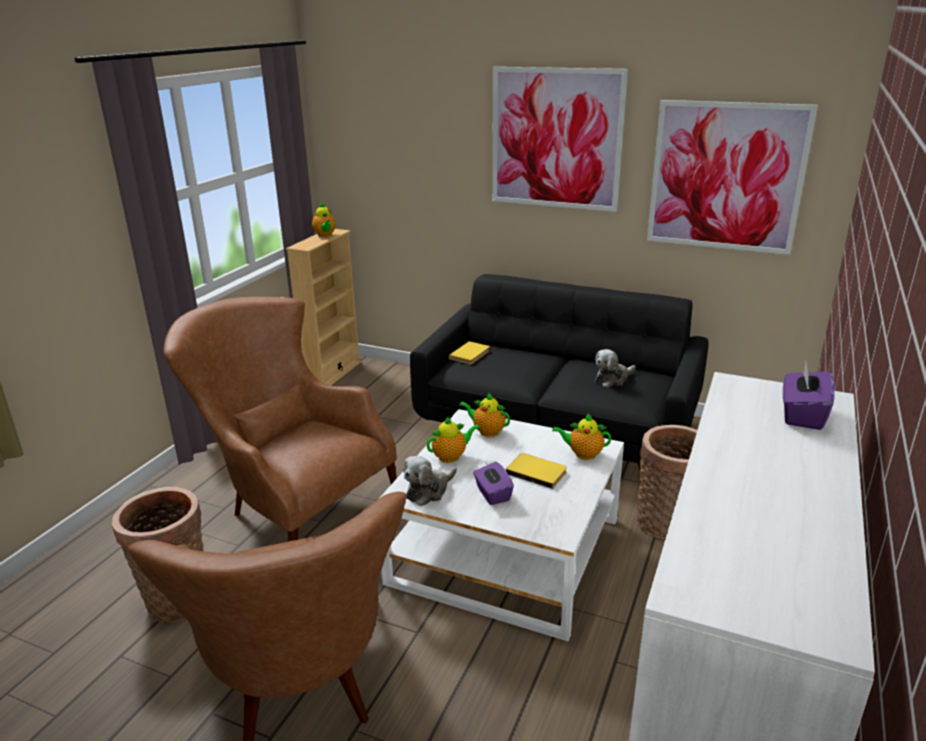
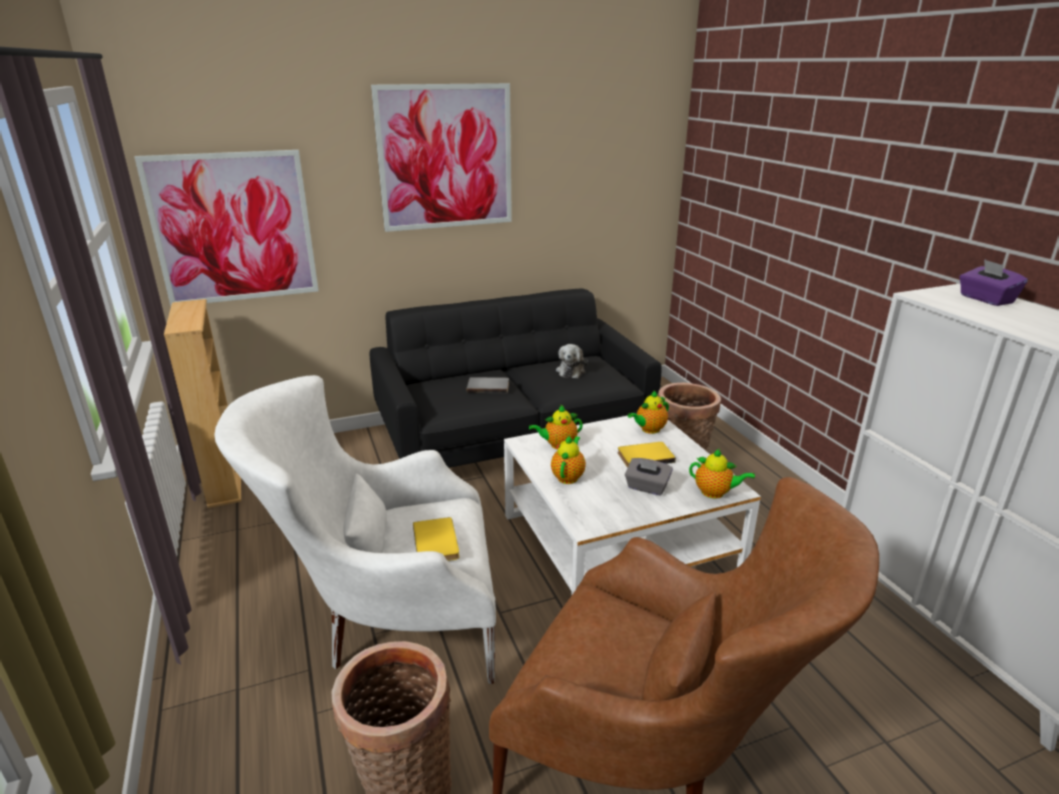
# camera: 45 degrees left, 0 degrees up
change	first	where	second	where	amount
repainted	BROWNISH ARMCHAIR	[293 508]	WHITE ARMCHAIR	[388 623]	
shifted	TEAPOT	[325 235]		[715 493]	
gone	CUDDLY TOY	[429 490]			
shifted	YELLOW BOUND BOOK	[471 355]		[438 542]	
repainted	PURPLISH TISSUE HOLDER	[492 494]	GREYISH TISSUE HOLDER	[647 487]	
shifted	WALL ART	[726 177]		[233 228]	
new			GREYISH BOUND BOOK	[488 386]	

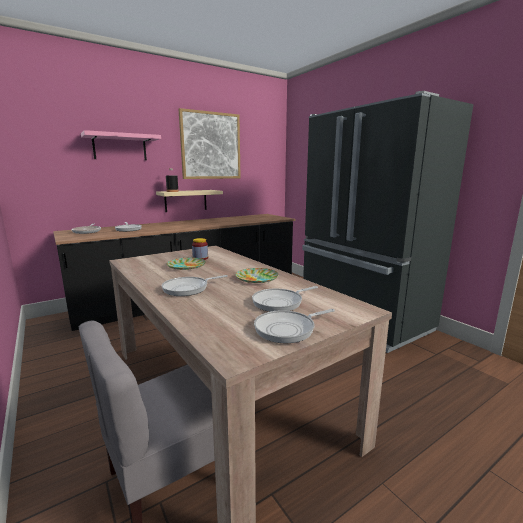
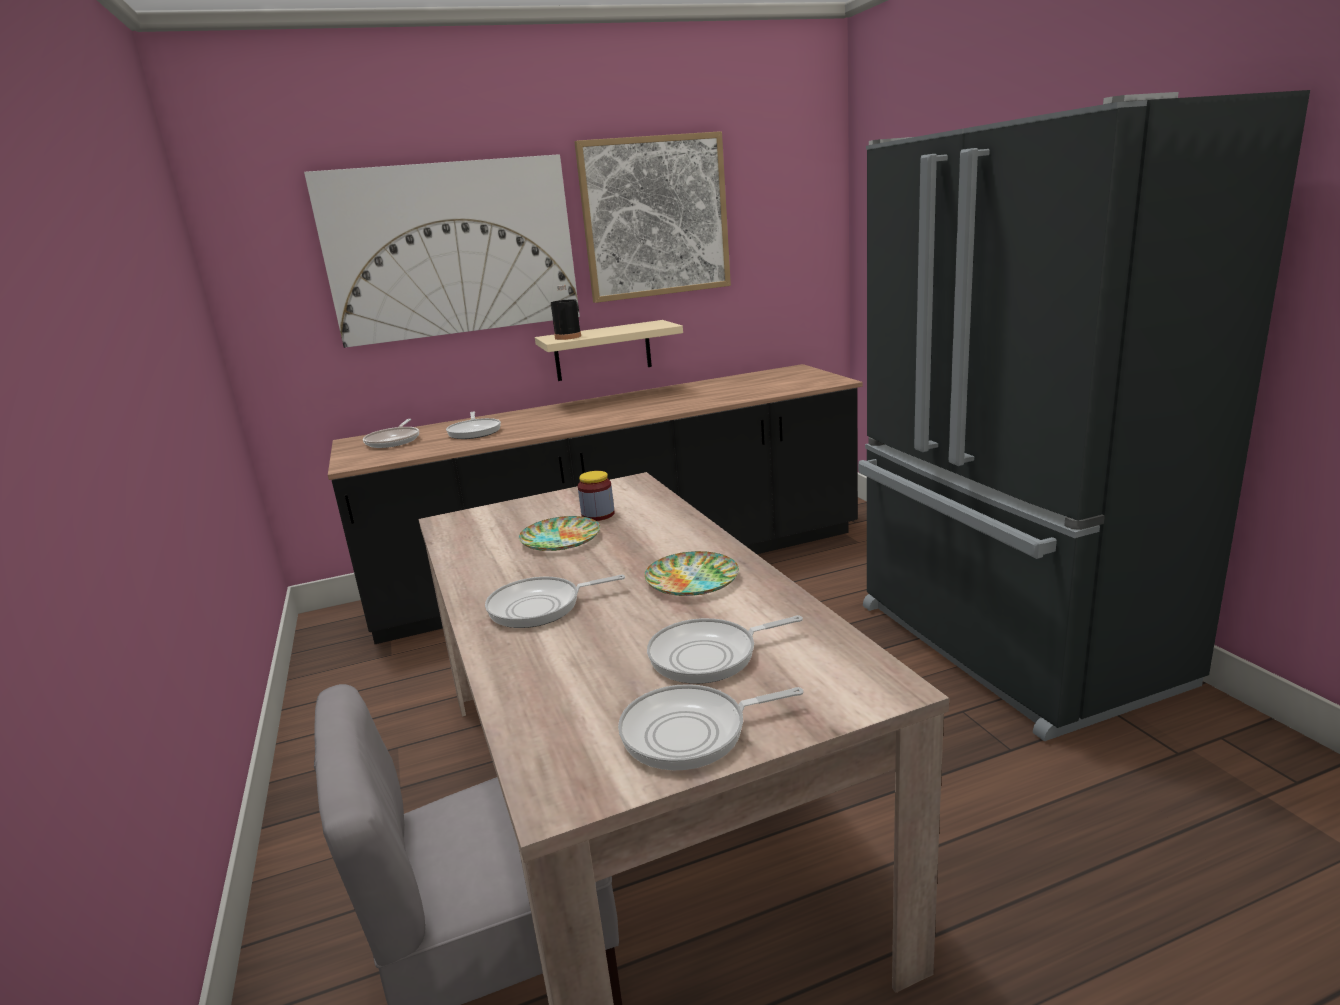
# camera: 15 degrees right, 5 degrees up
change	first	where	second	where	amount
swapped	PINKISH WALL SHELF	[120 147]	WALL ART	[452 249]	

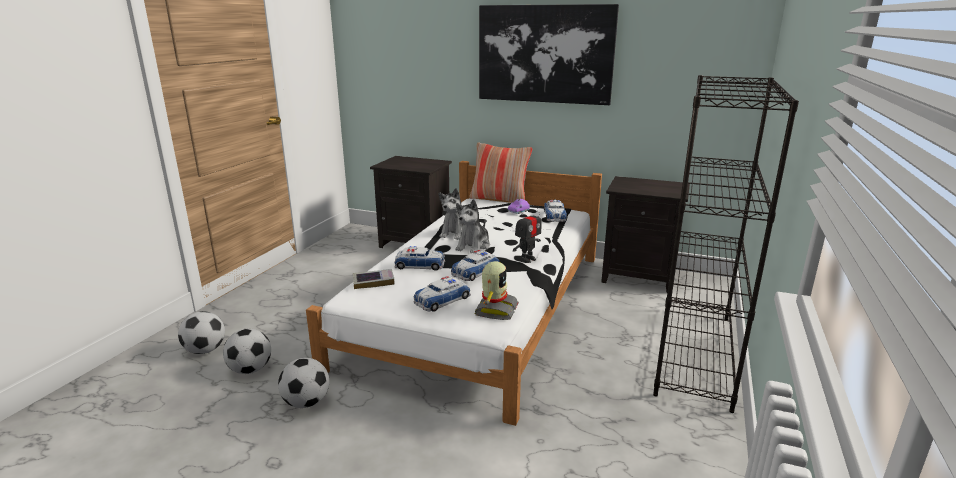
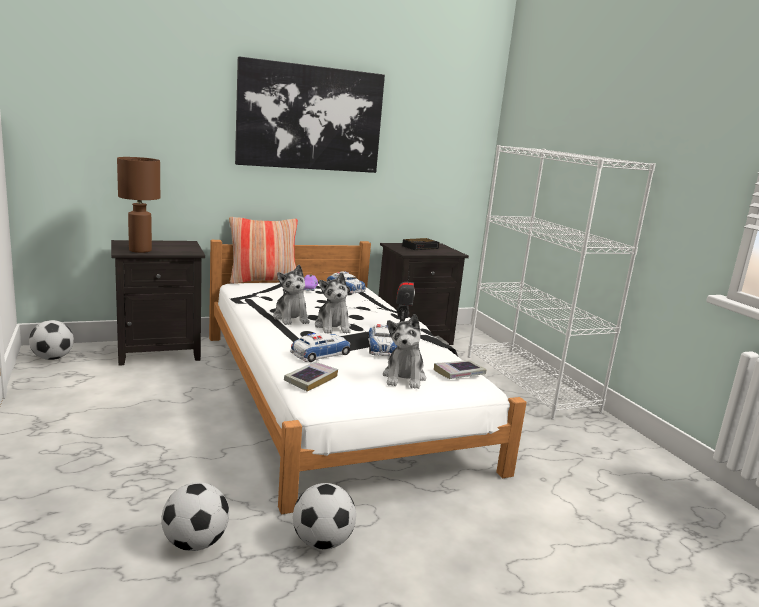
# camera: 45 degrees left, 5 degrees down
change	first	where	second	where	amount
shifted	FOOTBALL	[205 350]		[52 358]	
swapped	MODEL CAR	[442 300]	CUDDLY TOY	[404 377]	
swapped	TOY ROBOT	[495 310]	BOUND BOOK	[459 373]	
repainted	BLACKISH SHELVING UNIT	[695 353]	WHITE SHELVING UNIT	[530 383]	
new			BROWNISH LAMP FOR A TABLE	[140 250]	
new			TABLE CLOCK	[421 247]	

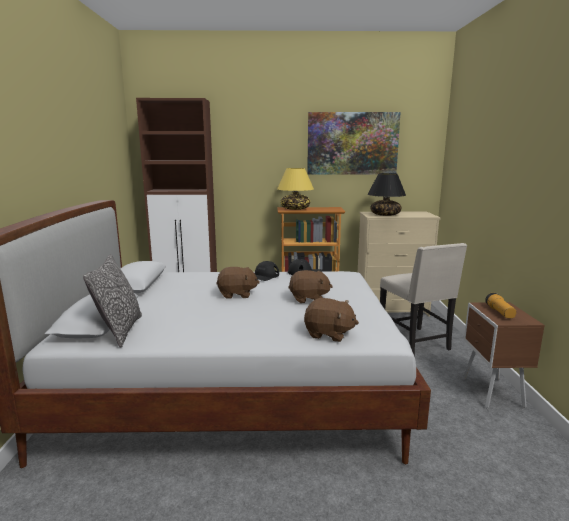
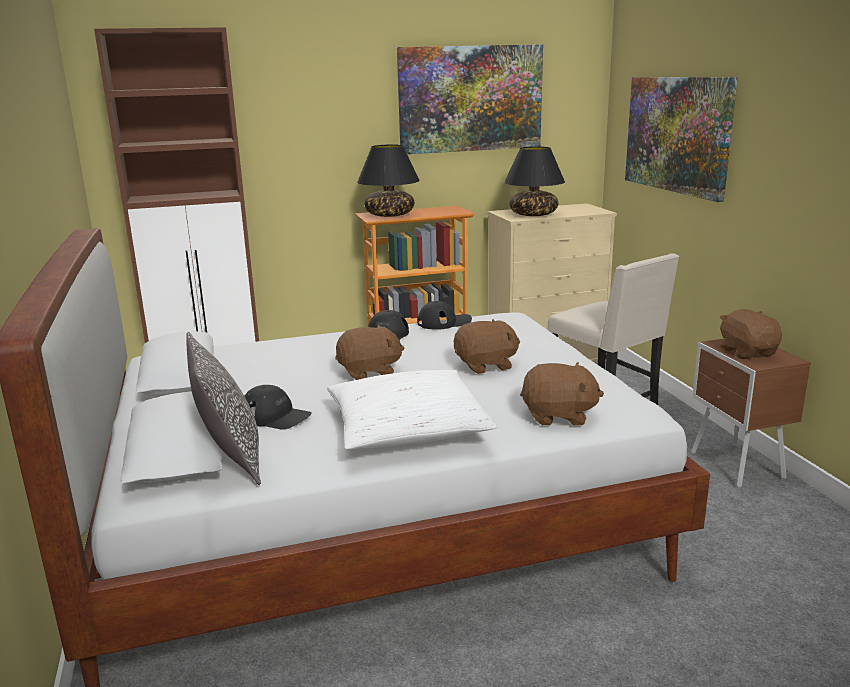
# camera: 15 degrees left, 5 degrees up
change	first	where	second	where	amount
repainted	YELLOW LAMP FOR A TABLE	[295 209]	BLACKISH LAMP FOR A TABLE	[389 215]	
swapped	FLASHLIGHT	[500 313]	BROWNISH CUDDLY TOY	[747 352]	
new			BLACKISH PEAKED CAP	[275 416]	
new			WHITE CUSHION	[407 428]	
new			WALL ART	[677 134]	

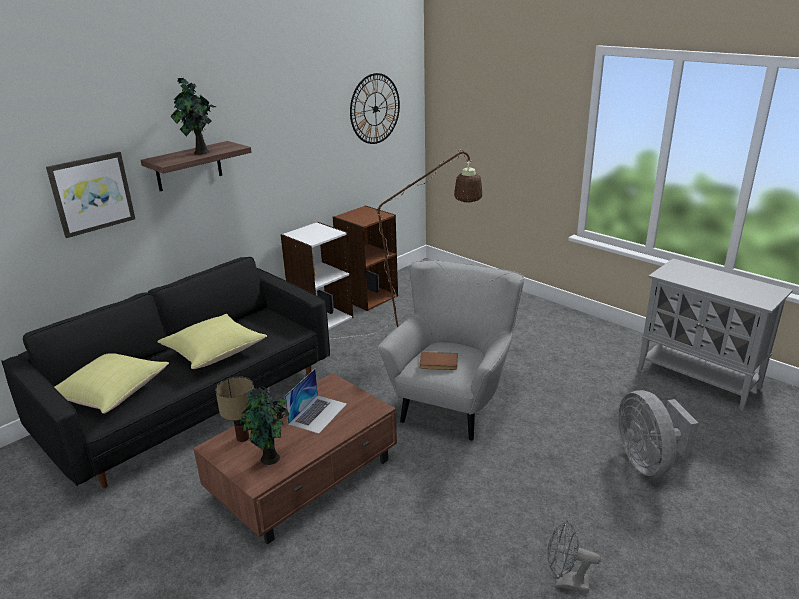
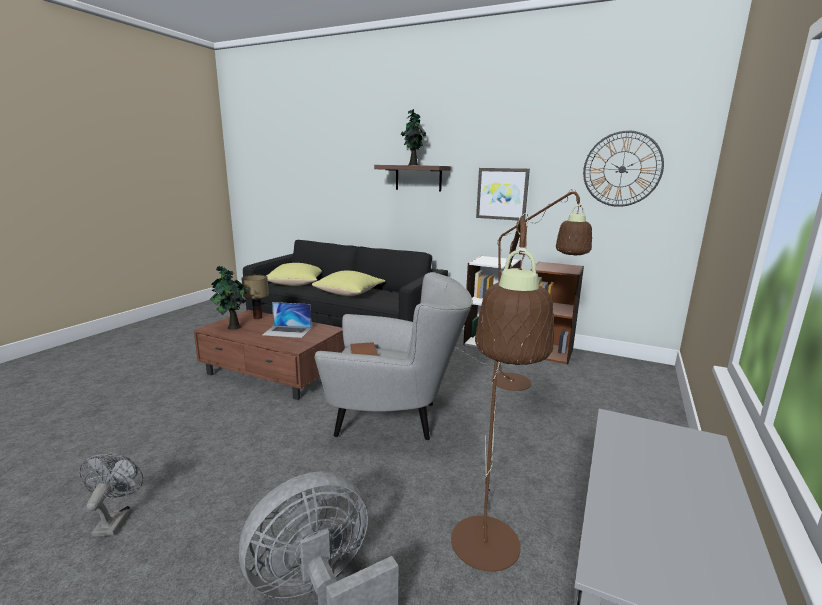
# camera: 70 degrees right, 10 degrees down
change	first	where	second	where	amount
shifted	WALL ART	[92 193]		[502 194]	
new			BROWNISH STANDARD LAMP	[486 557]	

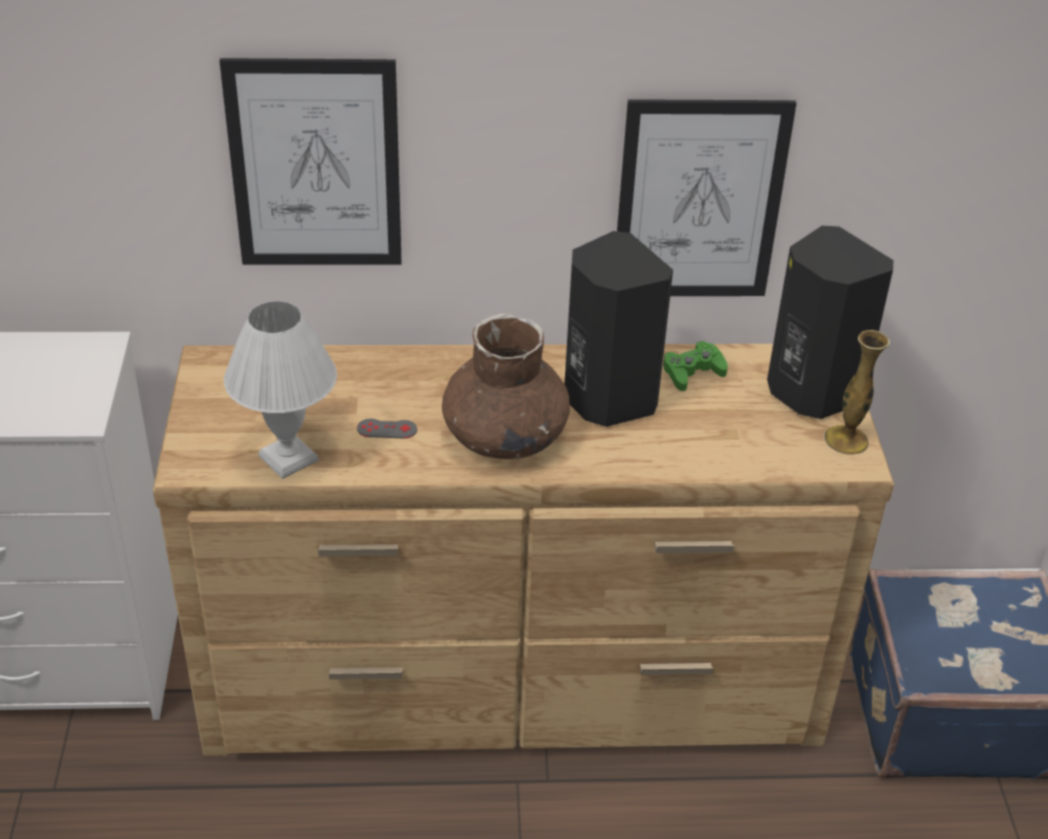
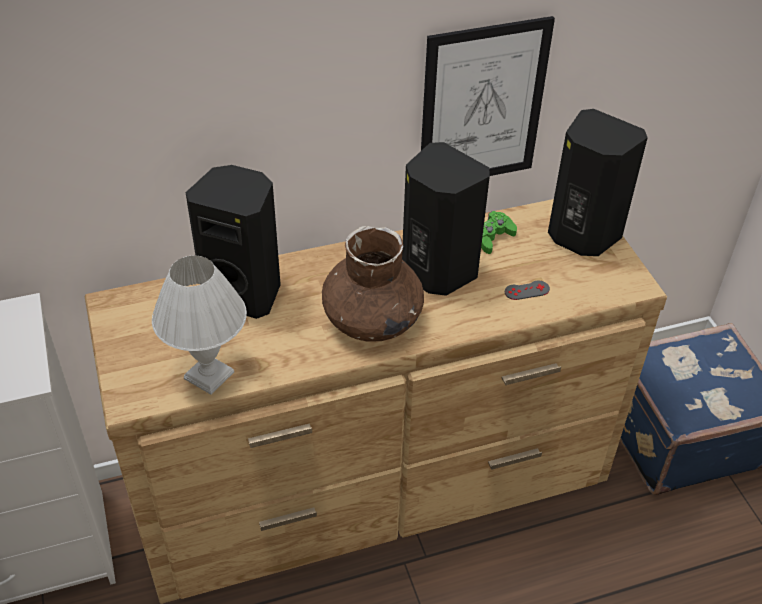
# camera: 15 degrees left, 5 degrees up
change	first	where	second	where	amount
gone	WALL ART	[315 165]			
shifted	GREYISH JOYPAD	[387 429]		[527 290]	
gone	VASE	[846 440]			
new			BLACKISH LOUDSPEAKER	[244 293]	

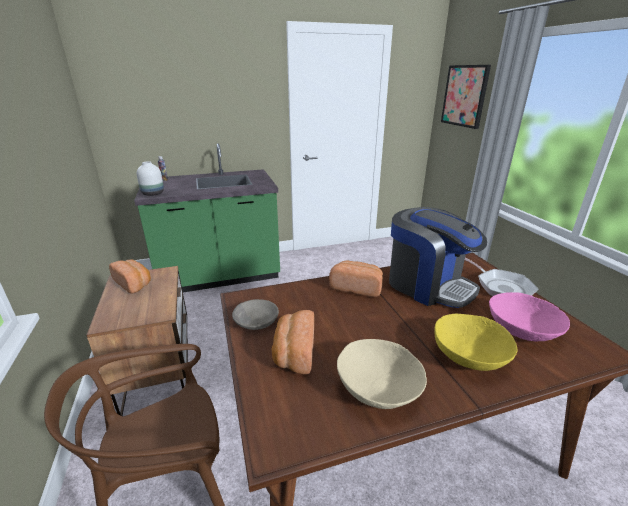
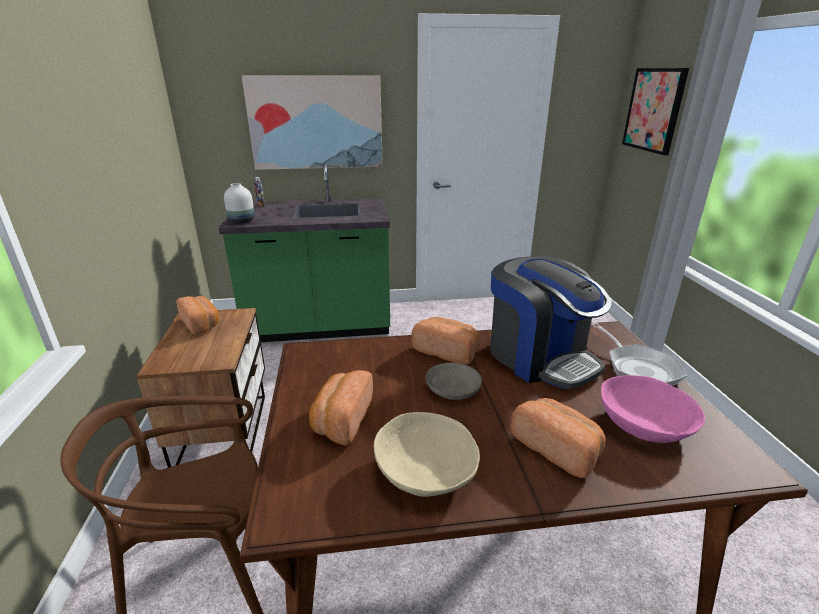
# camera: 10 degrees right, 0 degrees up
change	first	where	second	where	amount
shifted	GREYISH DEEP DISH	[255 320]		[452 388]	
swapped	YELLOW DEEP DISH	[469 355]	BAKERY BREAD	[557 448]	
new			WALL ART	[316 123]	

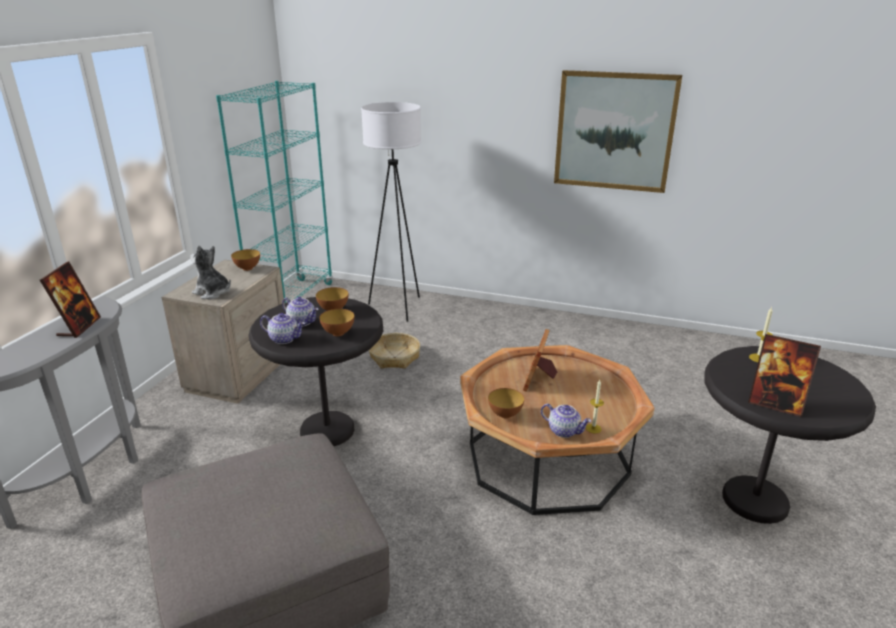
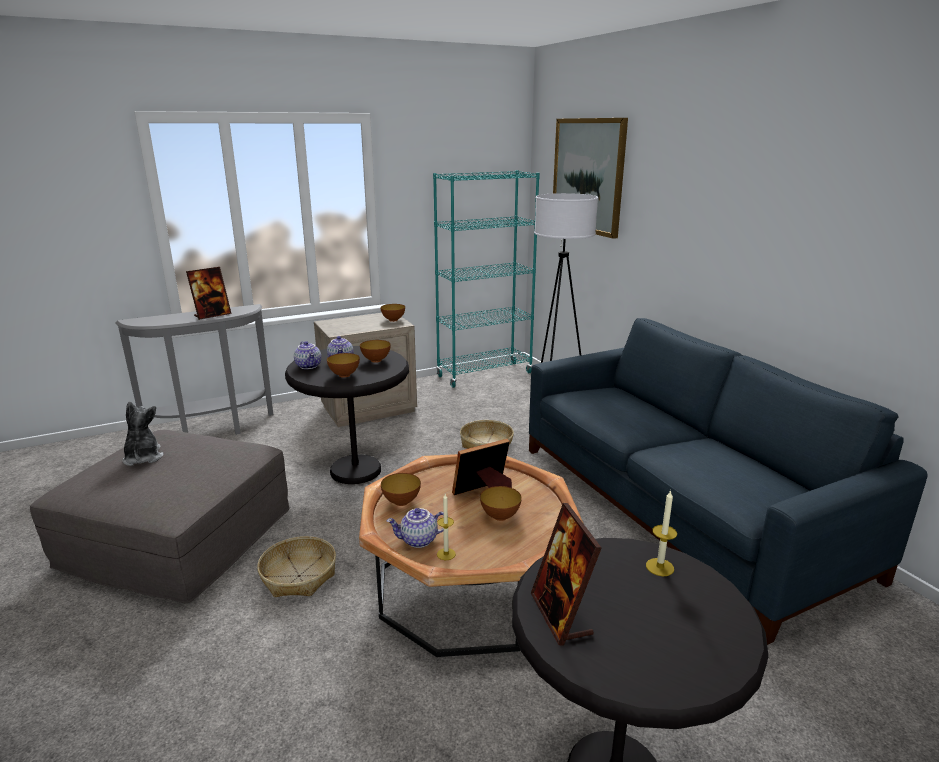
# camera: 45 degrees right, 5 degrees down
change	first	where	second	where	amount
shifted	CUDDLY TOY	[213 293]		[143 457]	
rotated	TEAPOT	[564 431]		[418 541]	90 degrees clockwise
shifted	WALL ART	[614 131]		[588 176]	
new			HOUSEHOLD BASKET	[298 576]	
new			DEEP DISH	[500 516]	
new			BLUE-COLOURED SOFA	[678 507]	

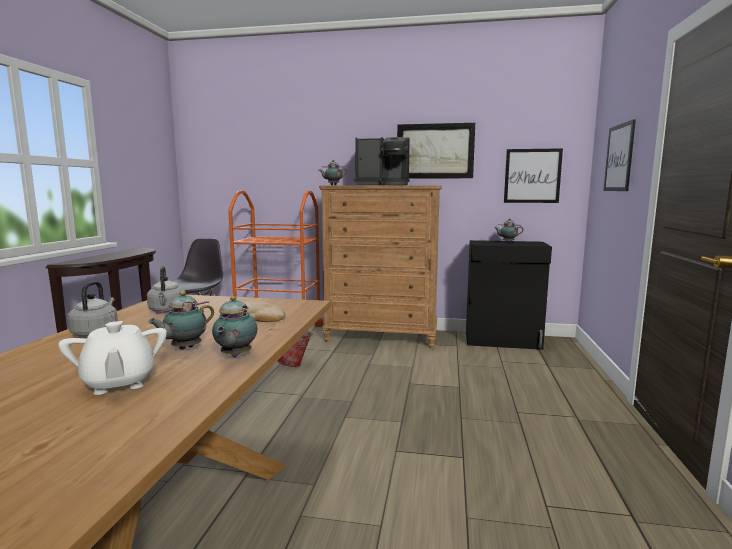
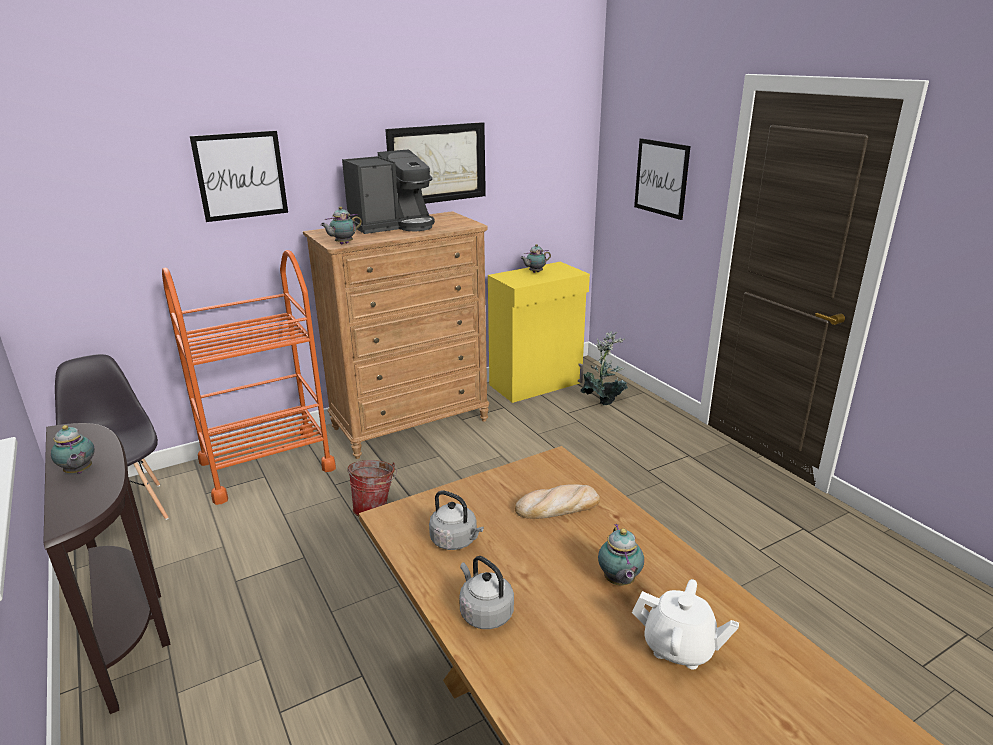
# camera: 40 degrees left, 15 degrees up
change	first	where	second	where	amount
shifted	TEAPOT	[235 356]		[79 472]	
repainted	BLACKISH CABINET	[503 341]	YELLOW CABINET	[537 384]	
shifted	WALL ART	[532 176]		[241 176]	
new			POTTED PLANT	[603 401]	

